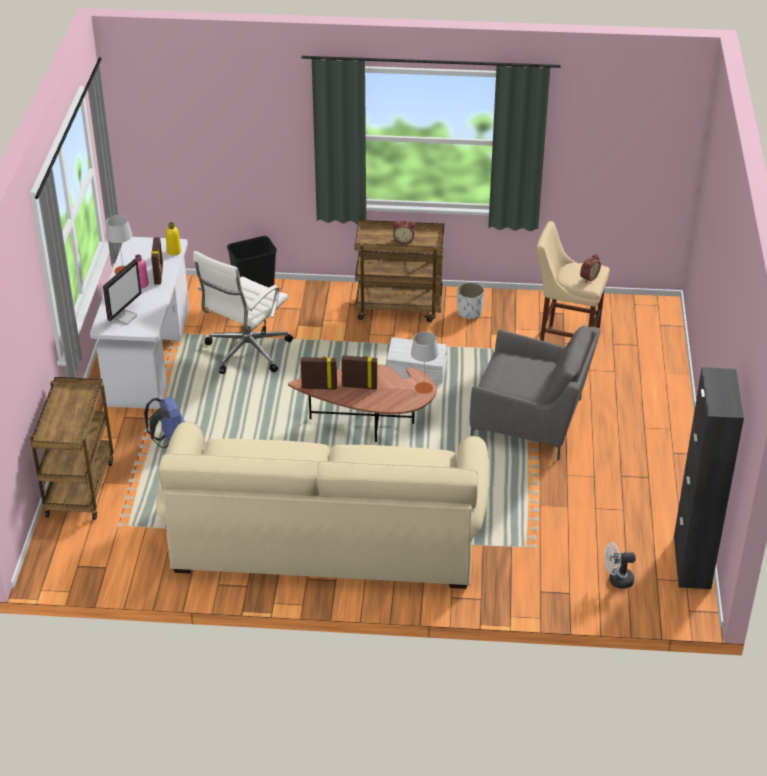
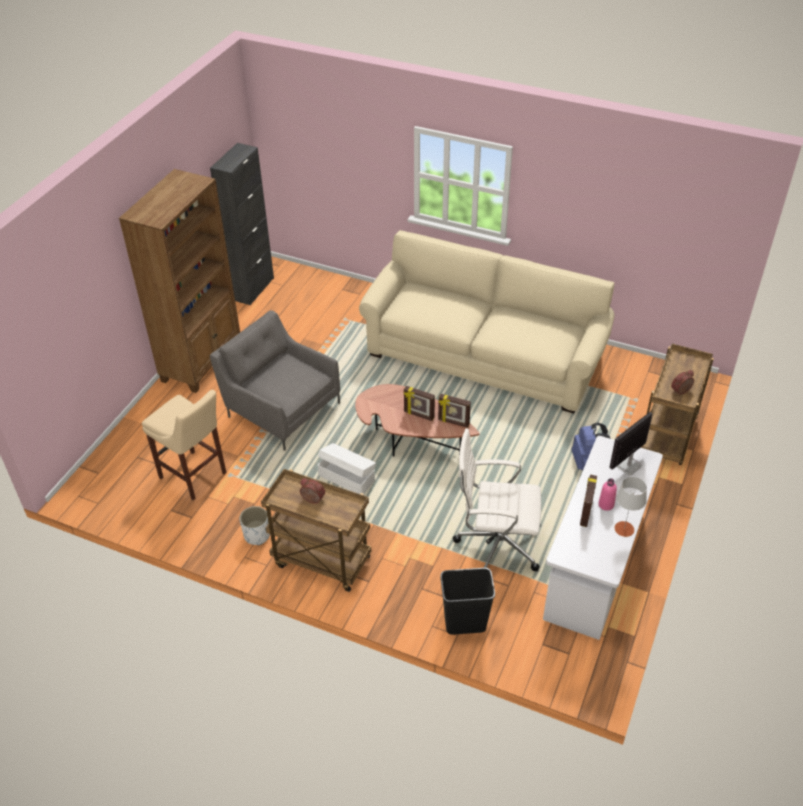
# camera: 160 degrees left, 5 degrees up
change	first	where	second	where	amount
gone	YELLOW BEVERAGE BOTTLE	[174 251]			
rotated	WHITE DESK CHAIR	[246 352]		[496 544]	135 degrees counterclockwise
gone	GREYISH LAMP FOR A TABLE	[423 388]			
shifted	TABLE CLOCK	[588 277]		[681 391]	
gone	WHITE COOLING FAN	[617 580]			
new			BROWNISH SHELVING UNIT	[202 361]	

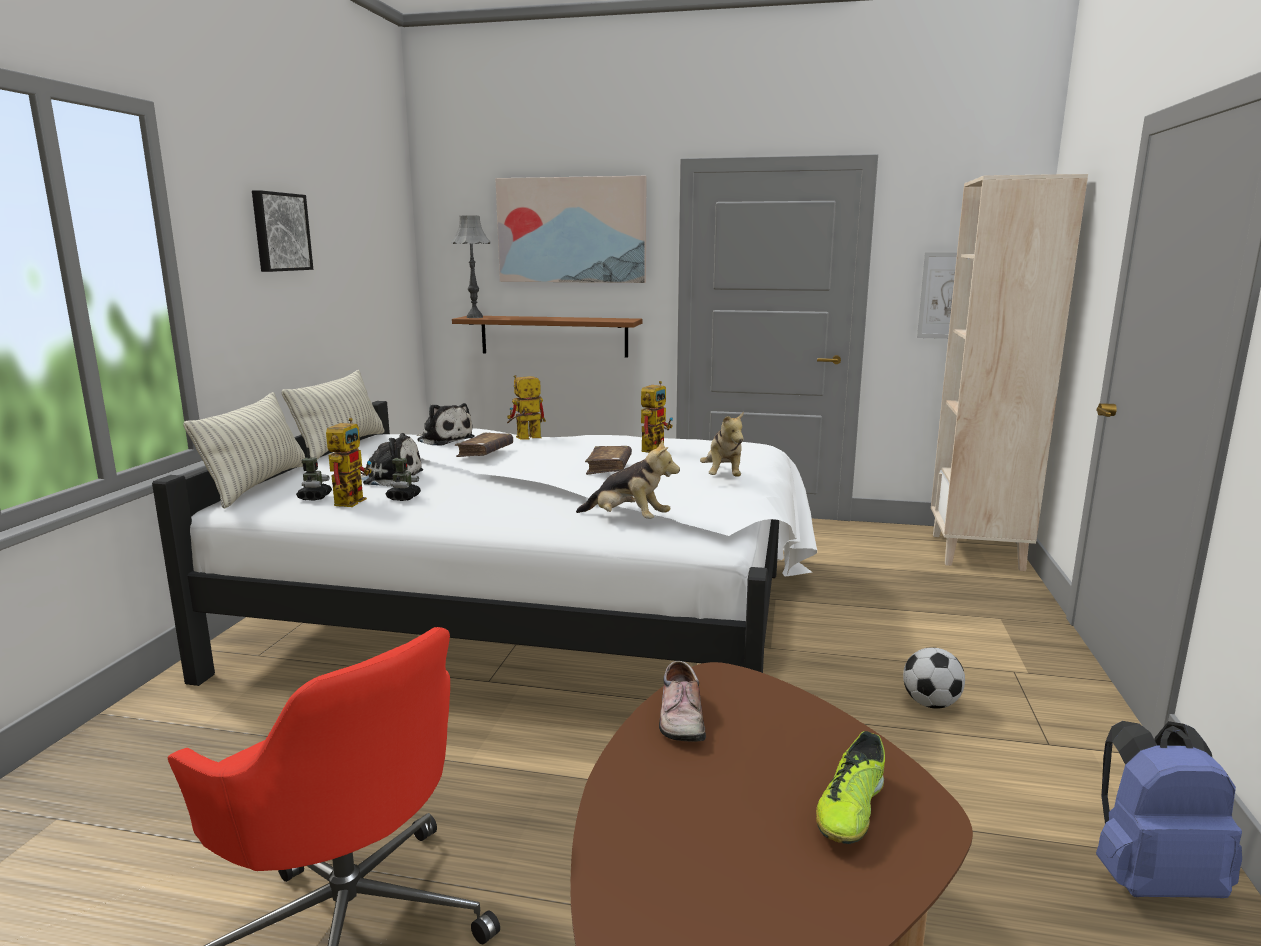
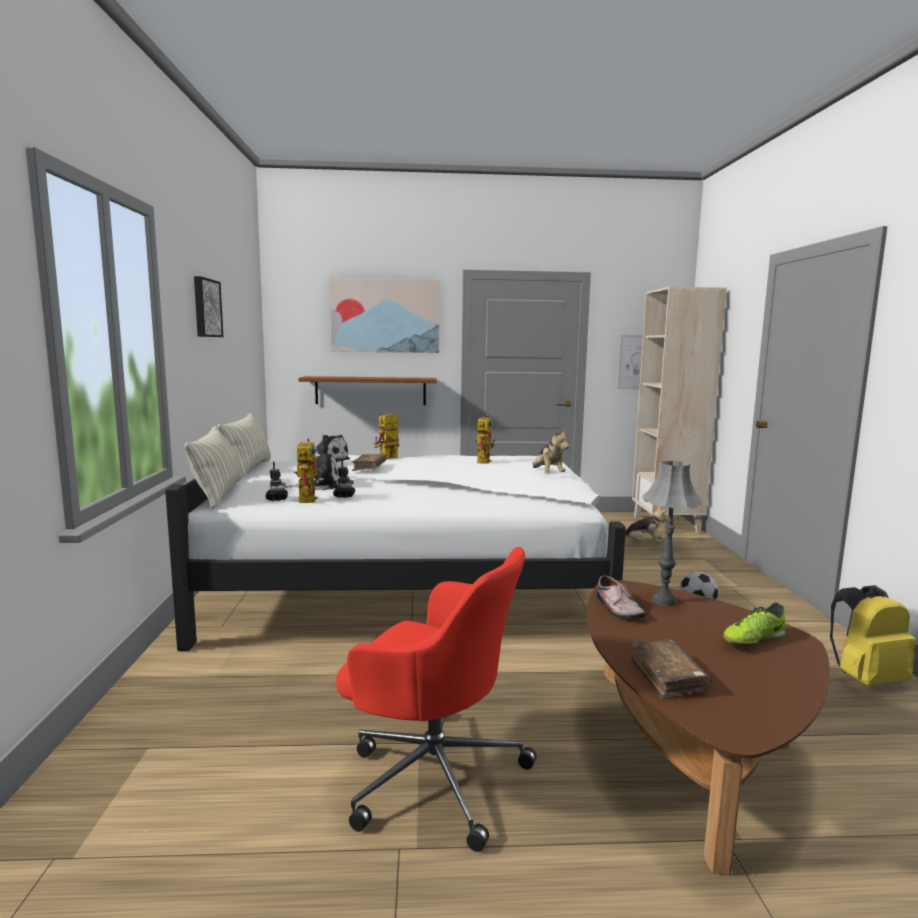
# camera: 15 degrees left, 5 degrees down
change	first	where	second	where	amount
shifted	GREYISH LAMP FOR A TABLE	[475 317]		[664 601]	
shifted	CUDDLY TOY	[628 520]		[642 543]	
shifted	BROWNISH BOUND BOOK	[609 467]		[668 677]	
rotated	SHOE	[850 809]		[752 640]	45 degrees clockwise
repainted	BLUE-COLOURED BACKPACK	[1150 879]	YELLOW BACKPACK	[865 679]	

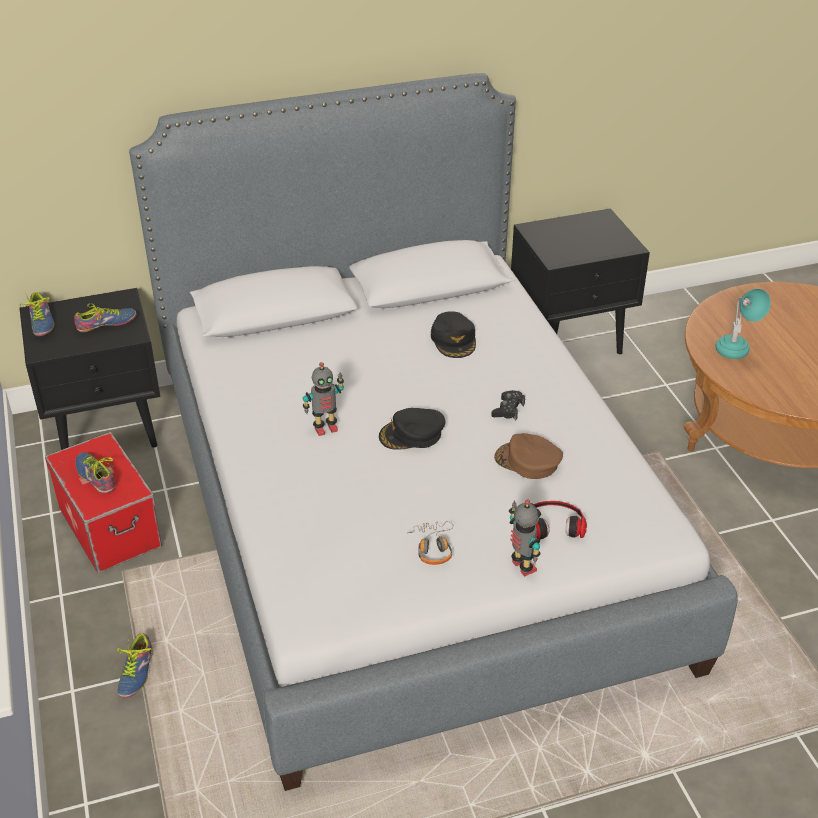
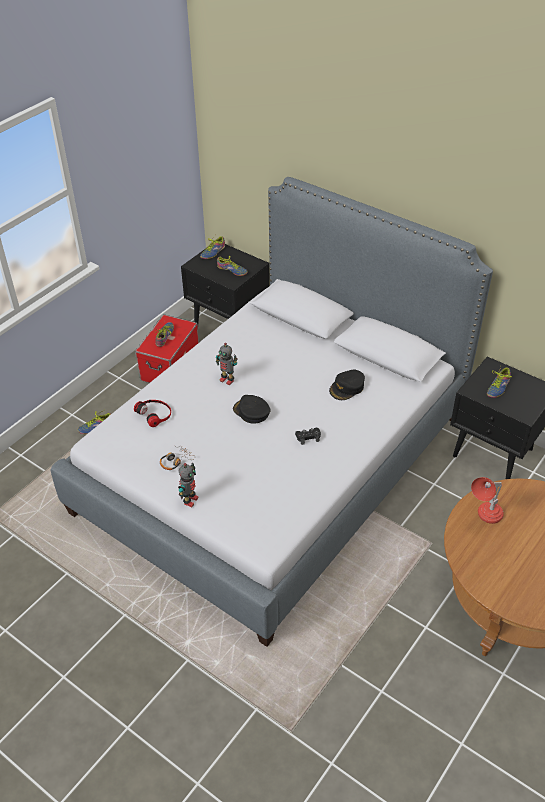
# camera: 55 degrees right, 5 degrees up
change	first	where	second	where	amount
gone	BROWNISH PEAKED CAP	[527 461]			
shifted	PAIR OF HEADPHONES	[553 523]		[155 414]	
repainted	BLUE-GREEN LAMP FOR A TABLE	[734 356]	REDDISH LAMP FOR A TABLE	[485 518]	
new			SHOE	[496 387]	

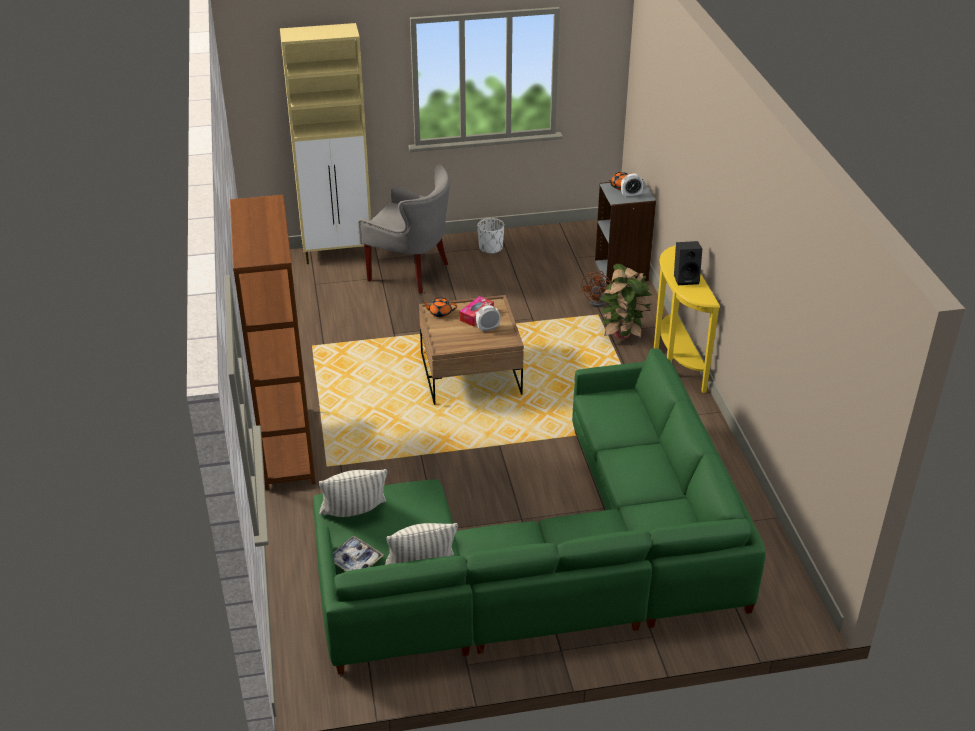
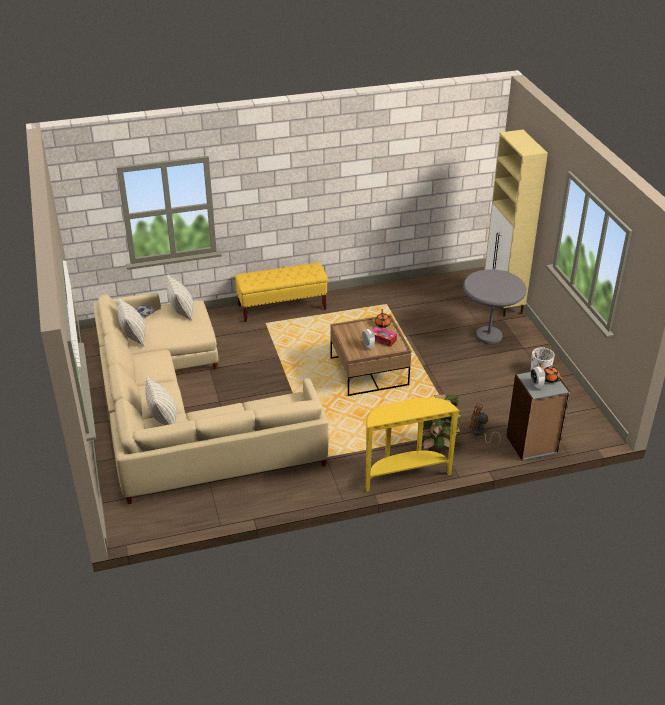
# camera: 85 degrees right, 0 degrees up
change	first	where	second	where	amount
swapped	BROWNISH SHELVING UNIT	[287 447]	YELLOW LONG SEAT	[282 307]	
repainted	GREEN-COLOURED SOFA	[547 559]	SAND-COLOURED SOFA	[182 413]	
swapped	GREYISH ARMCHAIR	[410 273]	GREYISH END TABLE	[488 336]	
gone	BLACKISH LOUDSPEAKER	[686 278]			
new			CUSHION	[163 419]	

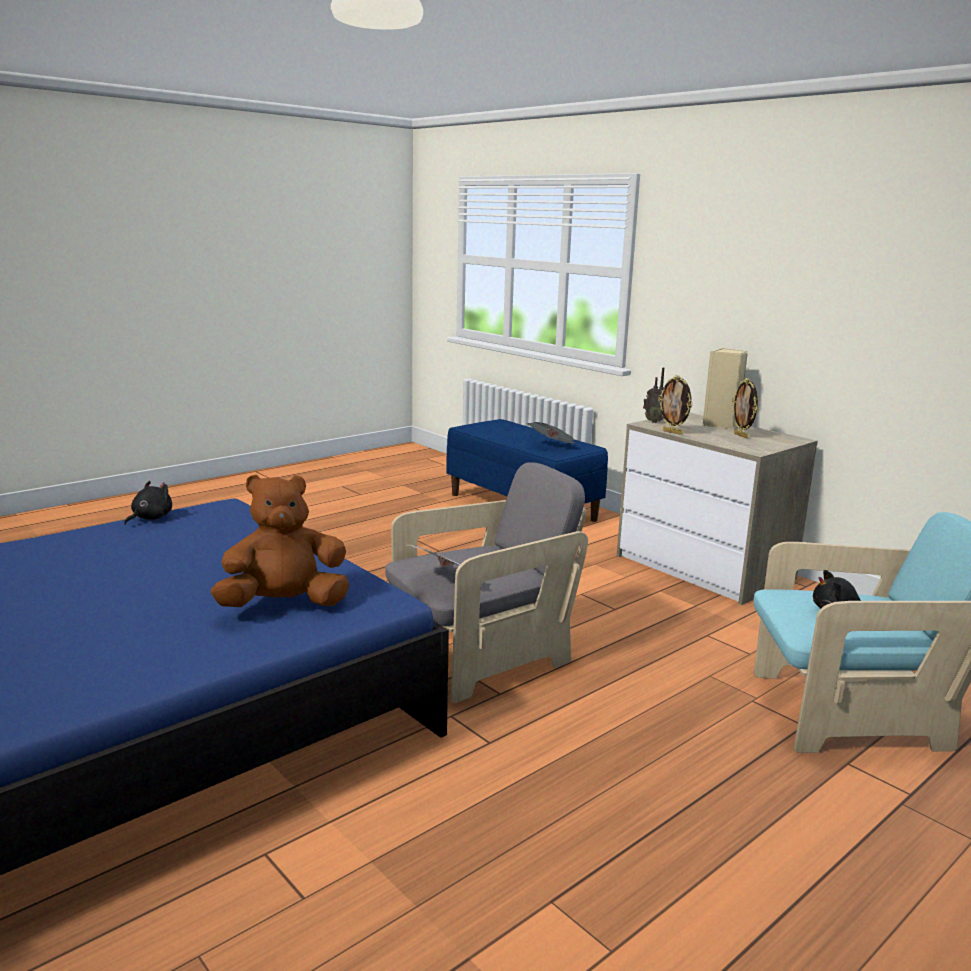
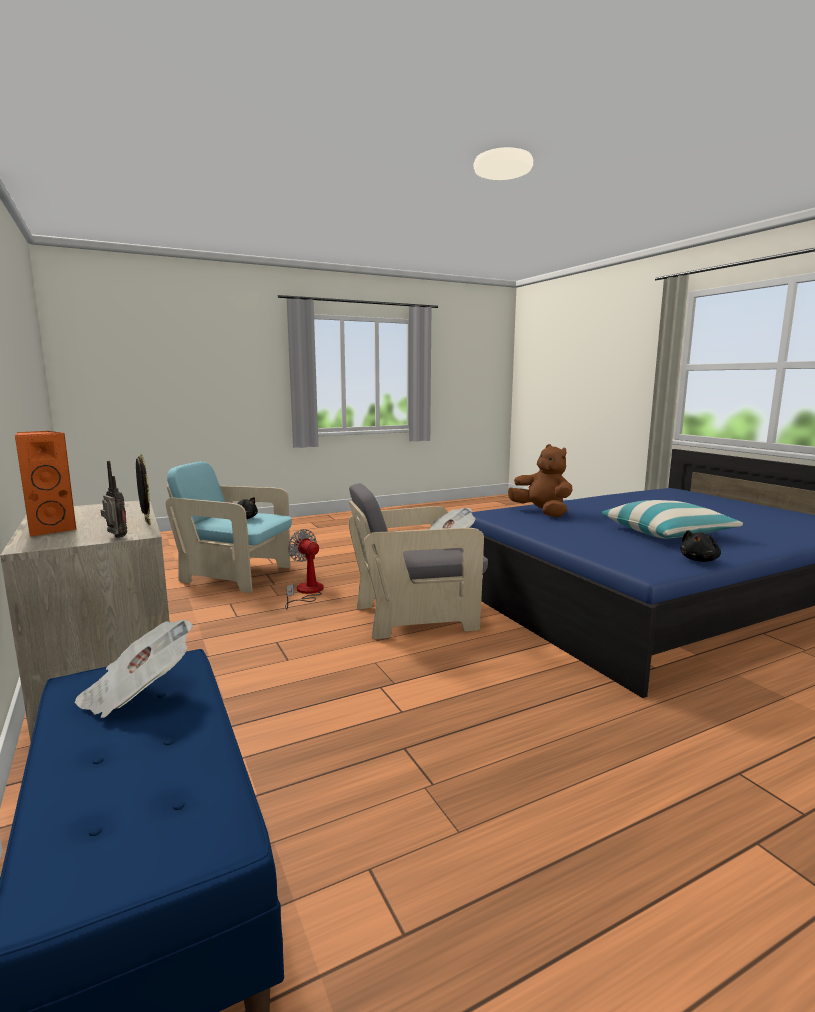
# camera: 165 degrees left, 5 degrees down
change	first	where	second	where	amount
rotated	BROWNISH CUDDLY TOY	[284 605]		[542 513]	120 degrees counterclockwise
repainted	SAND-COLOURED LOUDSPEAKER	[721 425]	ORANGEY LOUDSPEAKER	[50 529]	
gone	PHOTO FRAME	[741 436]			
new			COOLING FAN	[306 592]	
new			CUSHION	[666 533]	

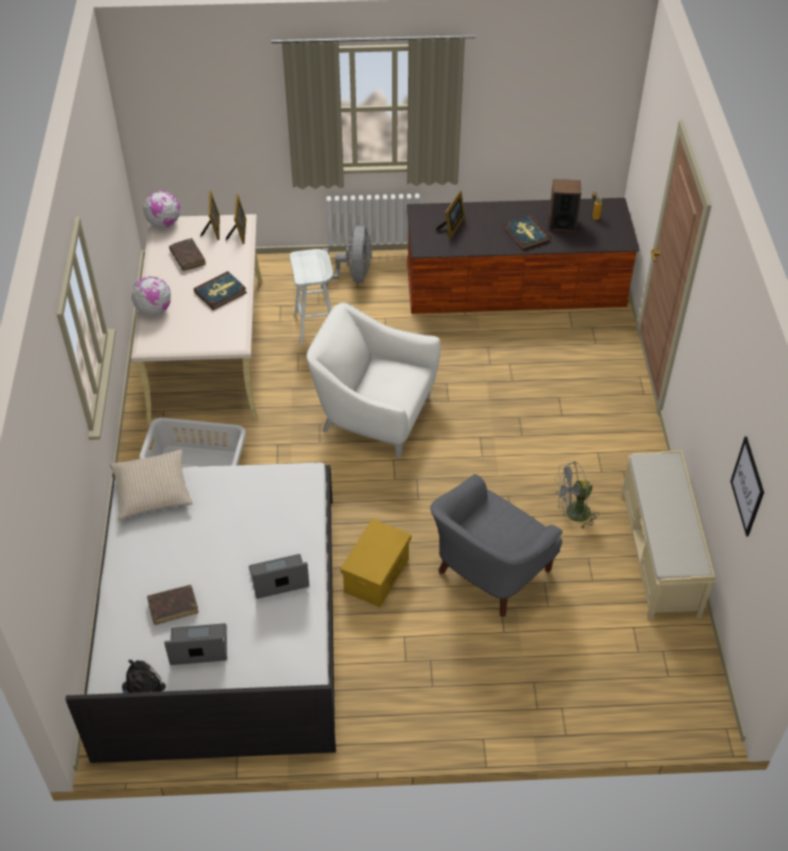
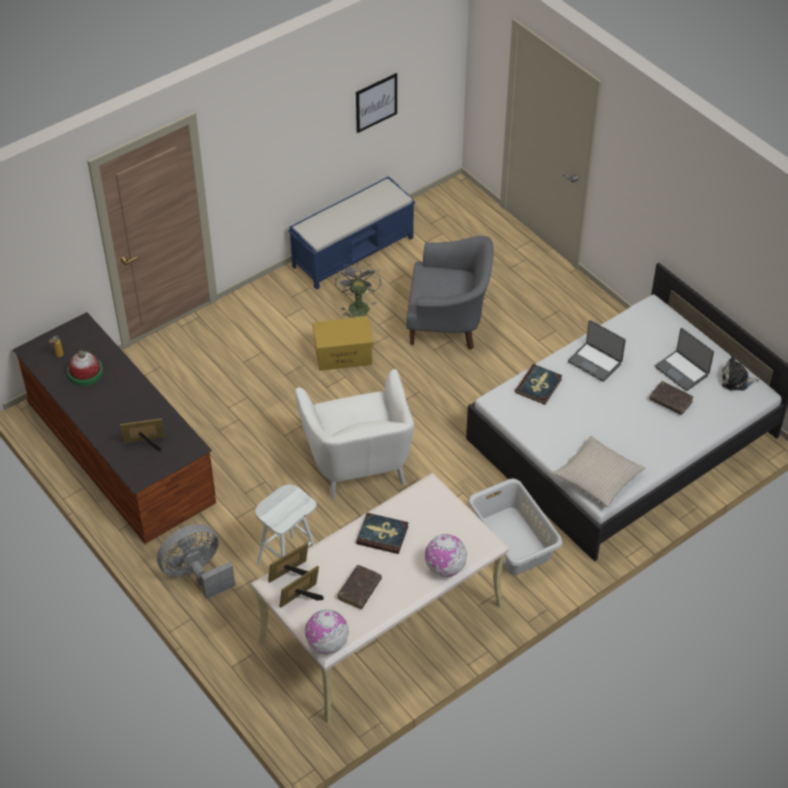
# camera: 125 degrees left, 0 degrees up
change	first	where	second	where	amount
shifted	YELLOW STORAGE CONTAINER	[376 574]		[343 356]	
shifted	BOUND BOOK	[526 234]		[538 386]	
swapped	LOUDSPEAKER	[562 224]	CLOTHING HAT	[85 372]	
rotated	GREYISH COOLING FAN	[572 514]		[357 305]	135 degrees counterclockwise
repainted	SAND-COLOURED LONG SEAT	[660 554]	BLUE-COLOURED LONG SEAT	[354 251]	

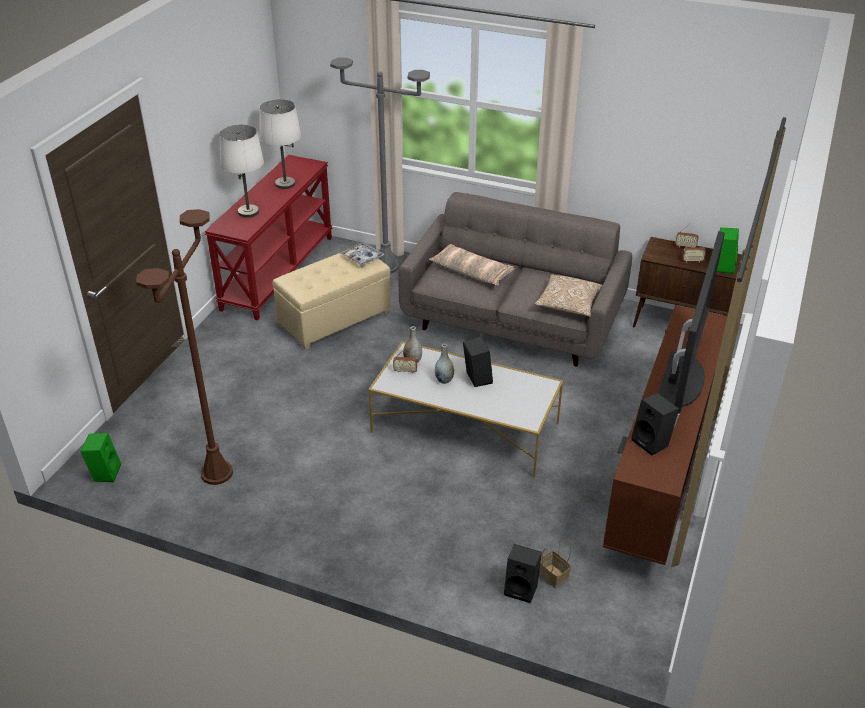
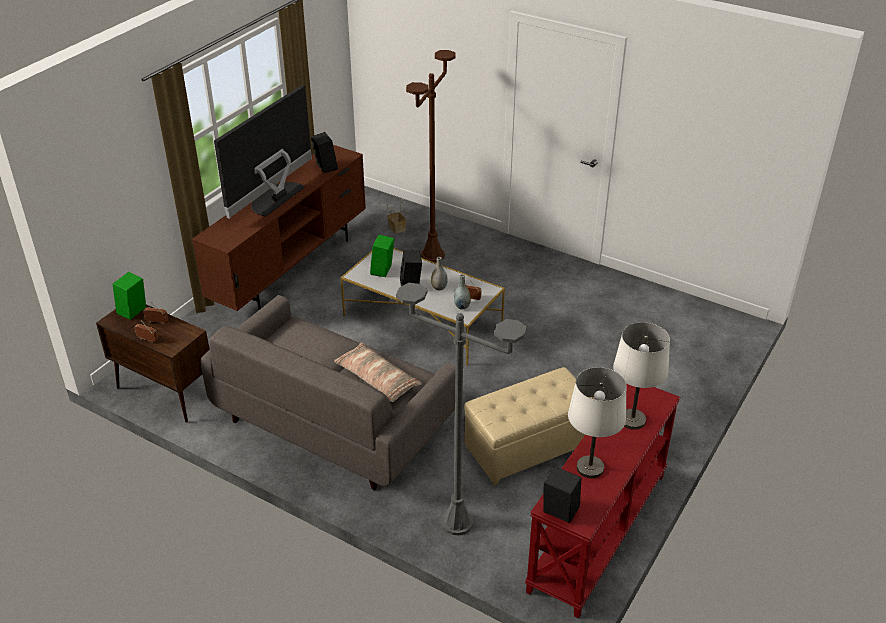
# camera: 170 degrees left, 0 degrees up
change	first	where	second	where	amount
shifted	GREEN-COLOURED LOUDSPEAKER	[105 472]		[383 271]	
shifted	BROWNISH STANDARD LAMP	[216 473]		[433 255]	
gone	TRAY	[362 258]			
shifted	BLACKISH LOUDSPEAKER	[522 588]		[558 512]	
gone	CUSHION	[568 304]			

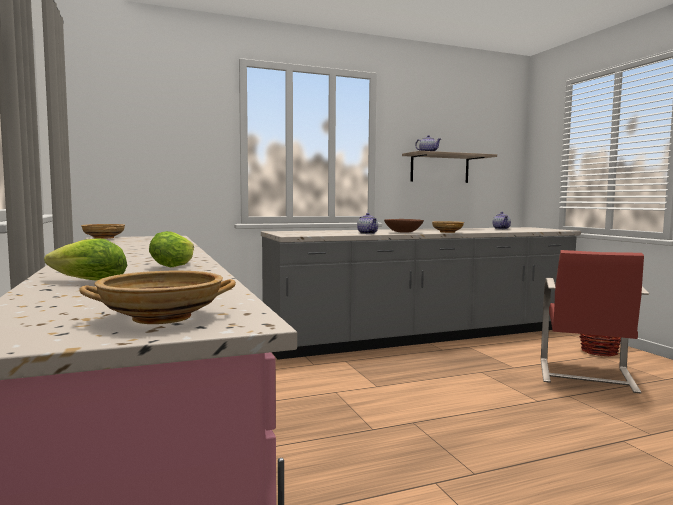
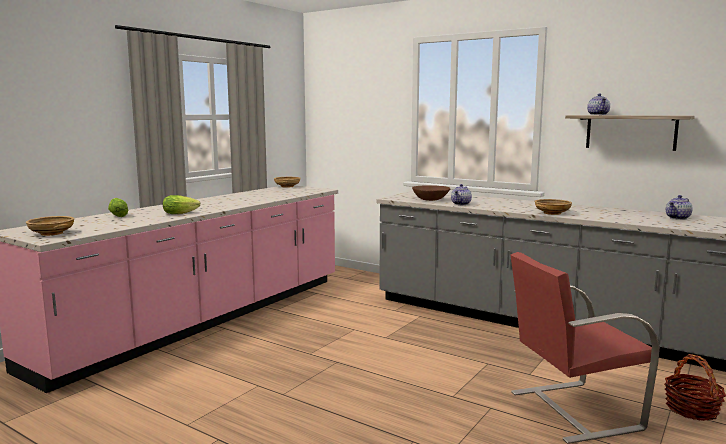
# camera: 55 degrees right, 5 degrees up
change	first	where	second	where	amount
shifted	BROWNISH DEEP DISH	[404 232]		[430 200]	

